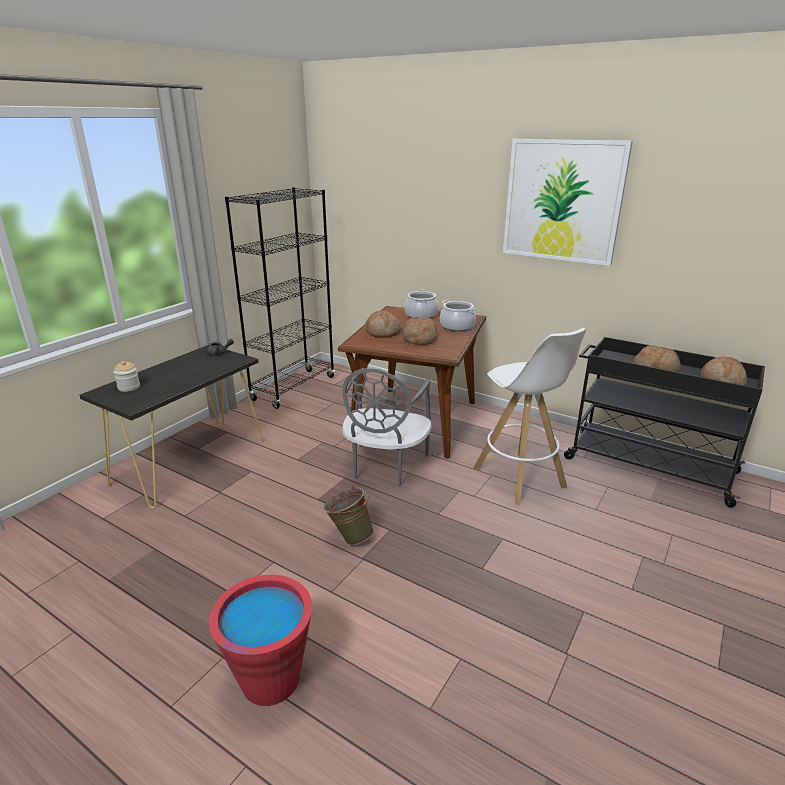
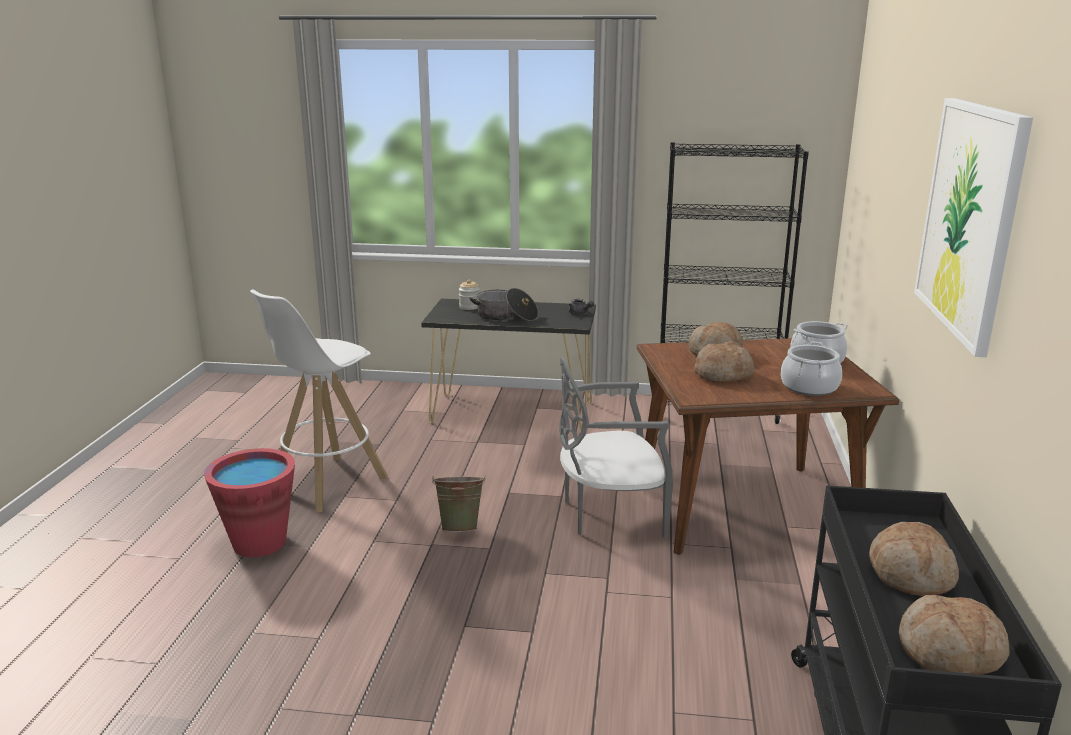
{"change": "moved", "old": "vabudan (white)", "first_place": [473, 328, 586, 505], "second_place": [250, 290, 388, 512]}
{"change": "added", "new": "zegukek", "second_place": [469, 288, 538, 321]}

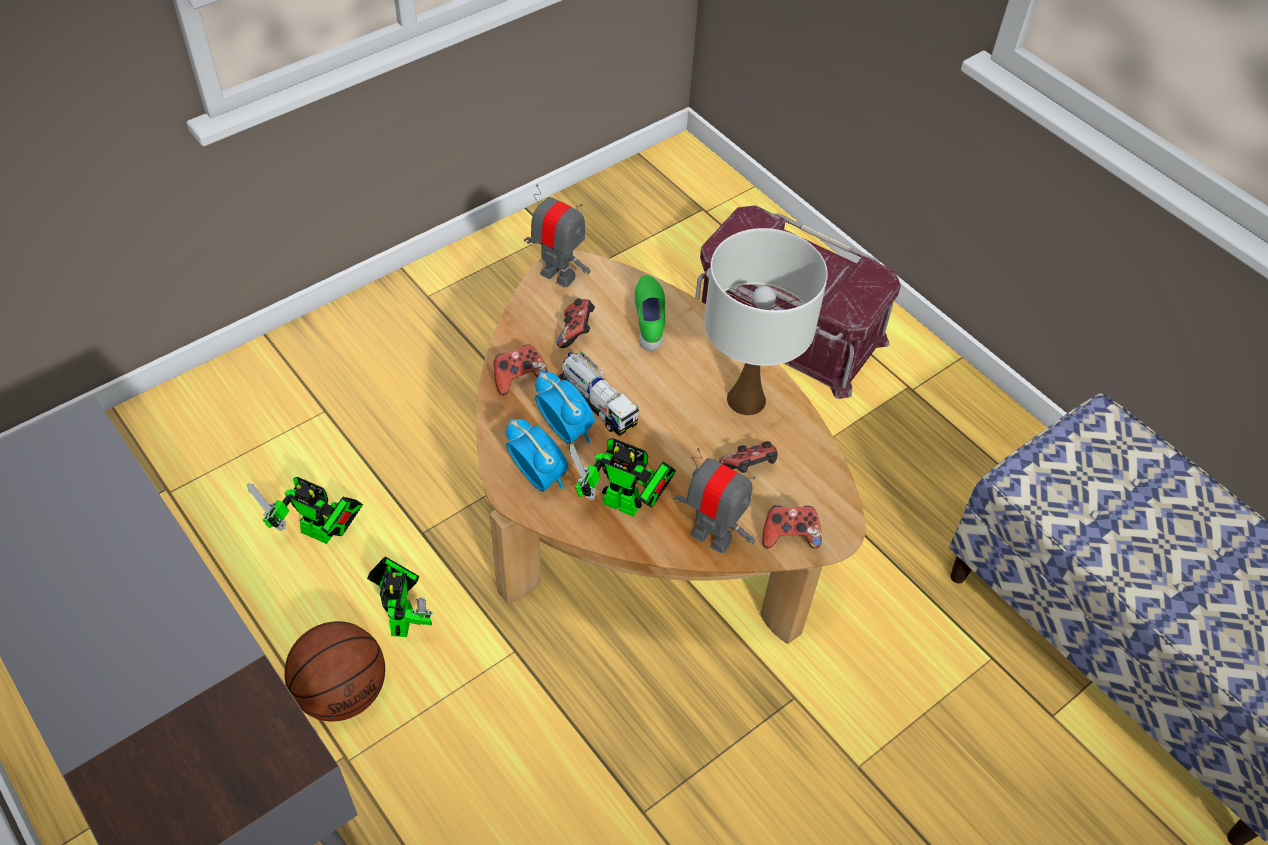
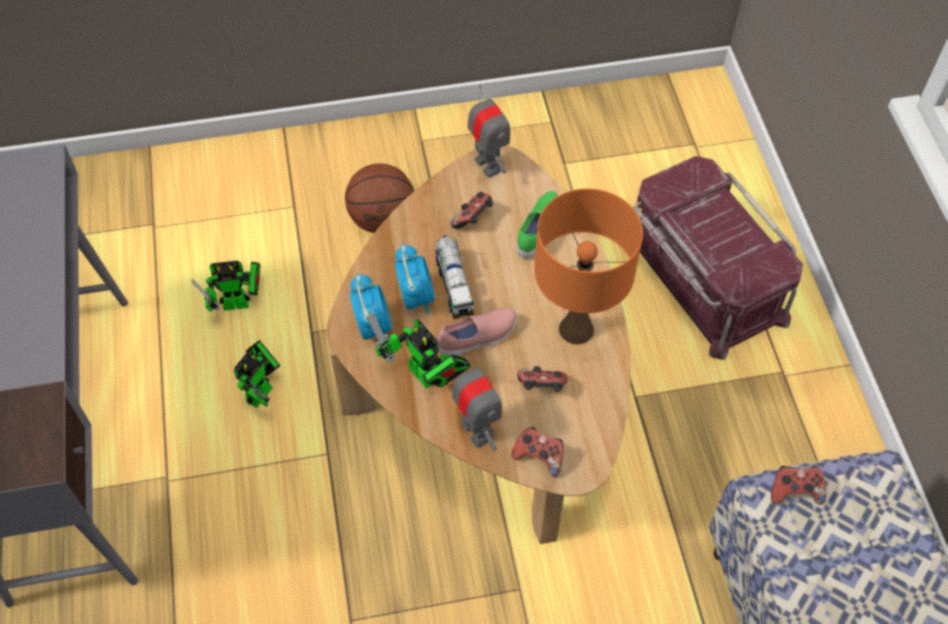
{"change": "turned", "old": "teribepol", "first_place": [247, 477, 363, 544], "second_place": [191, 261, 260, 312], "degrees": -60}
{"change": "moved", "old": "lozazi", "first_place": [285, 621, 385, 722], "second_place": [345, 164, 414, 233]}
{"change": "moved", "old": "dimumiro", "first_place": [494, 344, 548, 395], "second_place": [771, 465, 826, 505]}
{"change": "recoloured", "old": "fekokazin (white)", "new": "fekokazin (orange)", "first_place": [704, 228, 828, 415], "second_place": [534, 188, 643, 344]}
{"change": "added", "new": "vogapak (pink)", "second_place": [437, 308, 517, 357]}

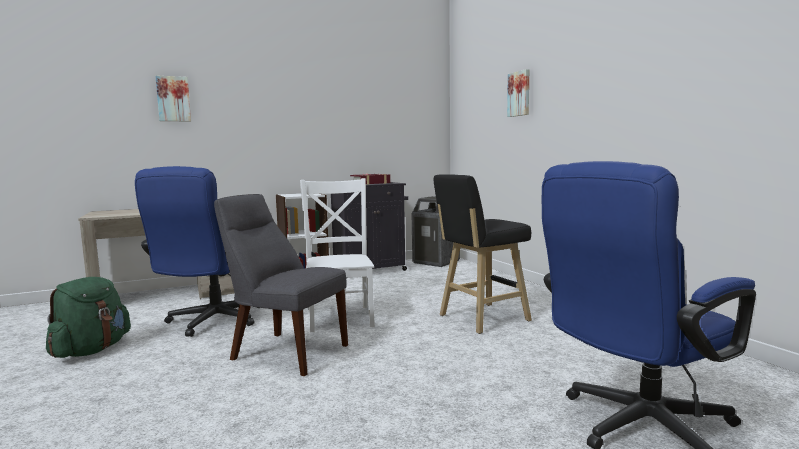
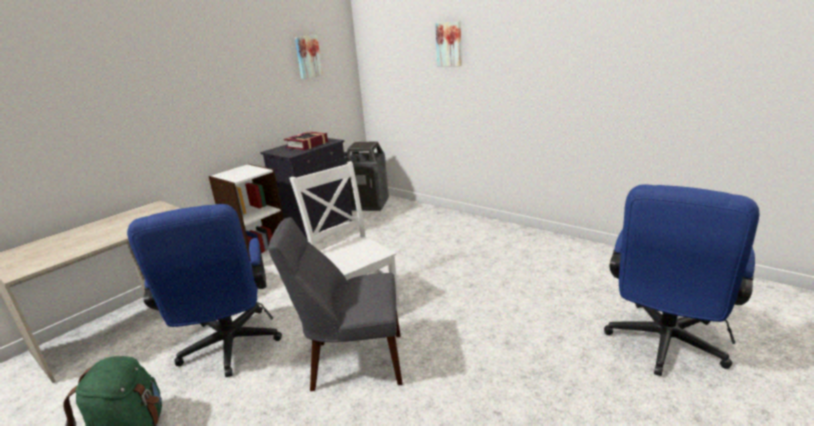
{"change": "moved", "old": "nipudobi", "first_place": [156, 75, 191, 122], "second_place": [295, 35, 323, 79]}
{"change": "removed", "old": "vabudan (black)", "first_place": [434, 174, 532, 334]}

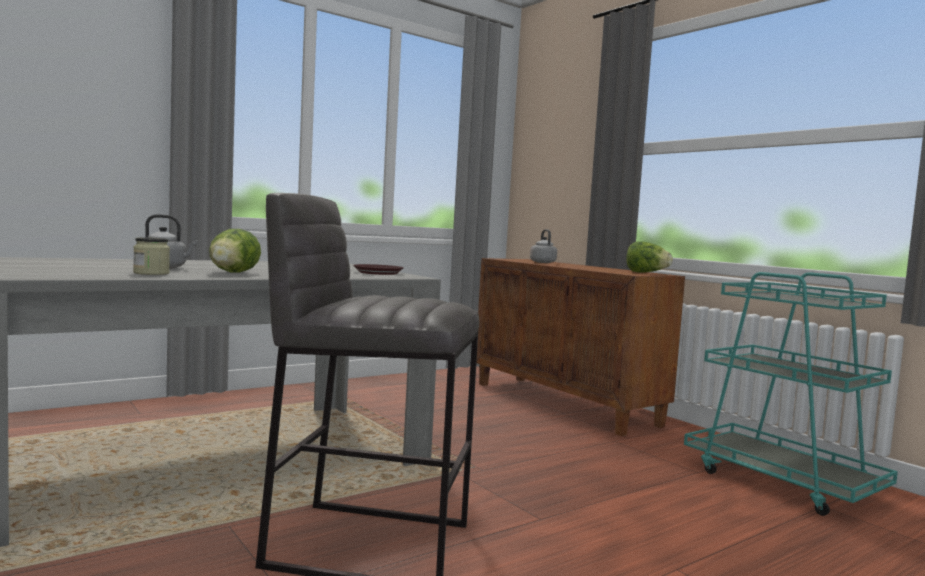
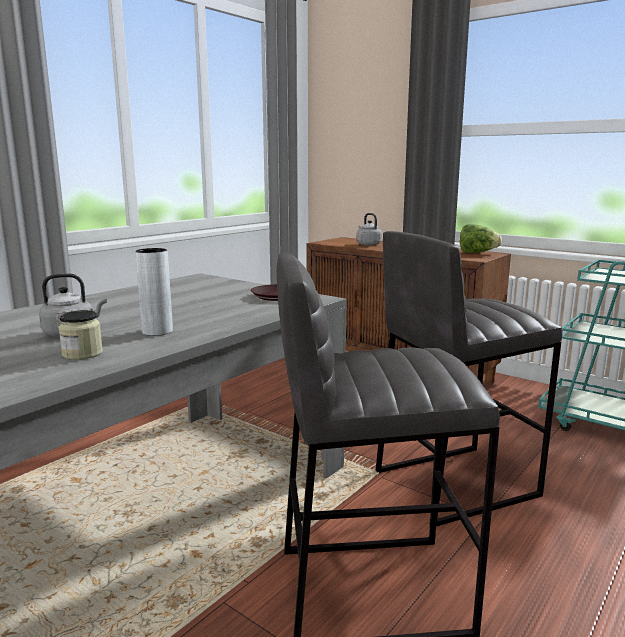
{"change": "replaced", "old": "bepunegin", "new": "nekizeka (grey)", "first_place": [209, 229, 261, 273], "second_place": [135, 248, 173, 336]}
{"change": "added", "new": "vabudan (grey)", "second_place": [375, 231, 562, 526]}

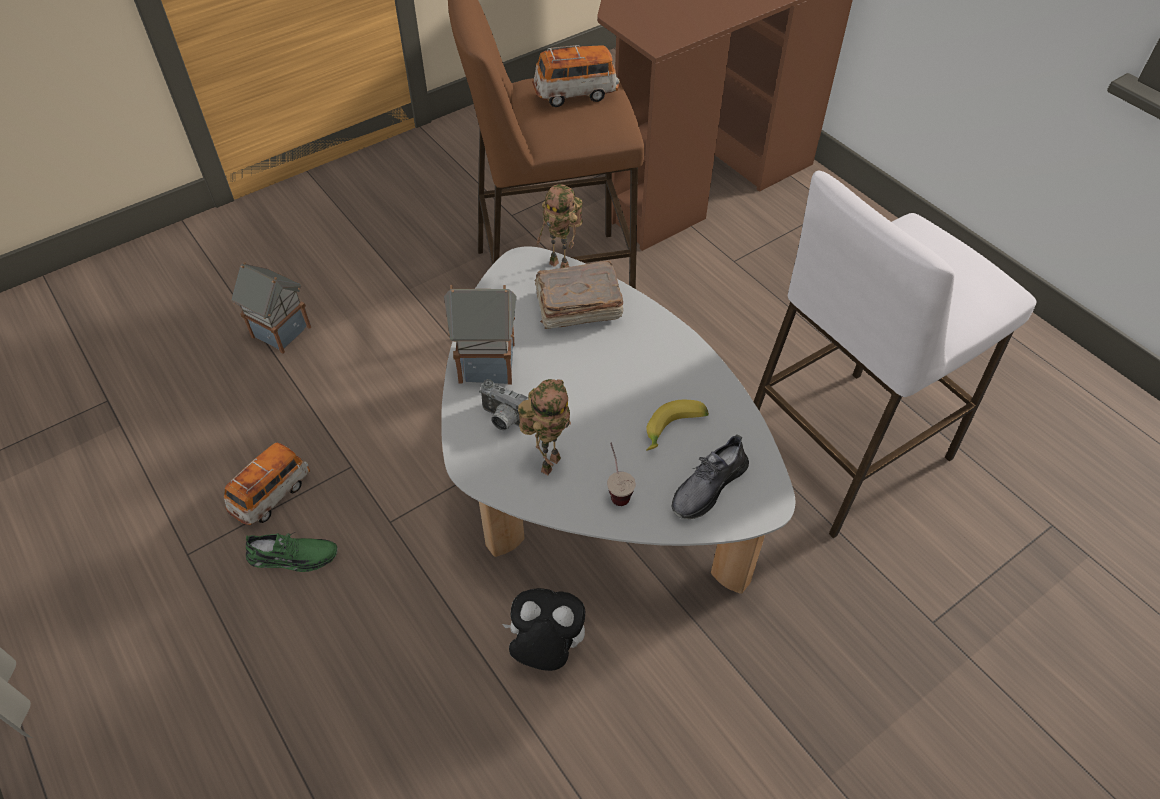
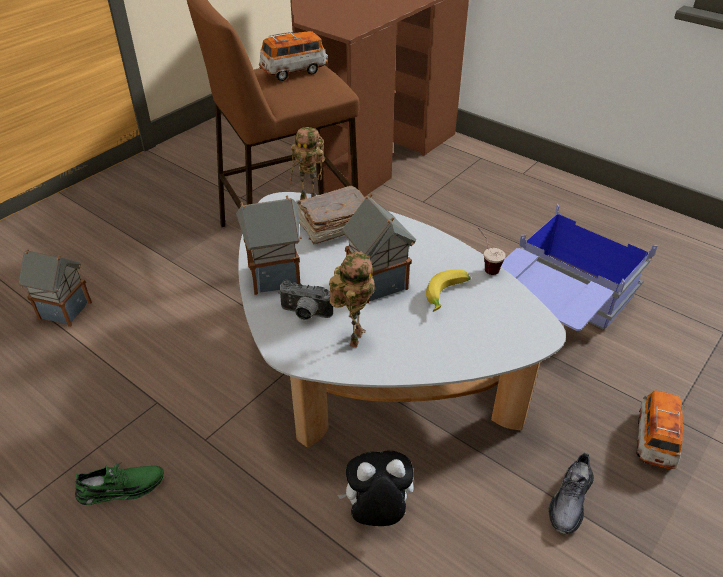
{"change": "moved", "old": "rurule", "first_place": [224, 443, 310, 525], "second_place": [637, 390, 685, 469]}
{"change": "moved", "old": "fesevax", "first_place": [607, 442, 636, 506], "second_place": [478, 228, 506, 275]}
{"change": "moved", "old": "vogapak (grey)", "first_place": [672, 434, 749, 519], "second_place": [549, 453, 594, 534]}
{"change": "replaced", "old": "vabudan (white)", "new": "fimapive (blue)", "first_place": [754, 170, 1037, 538], "second_place": [501, 204, 658, 331]}
{"change": "added", "new": "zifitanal", "second_place": [342, 194, 416, 303]}

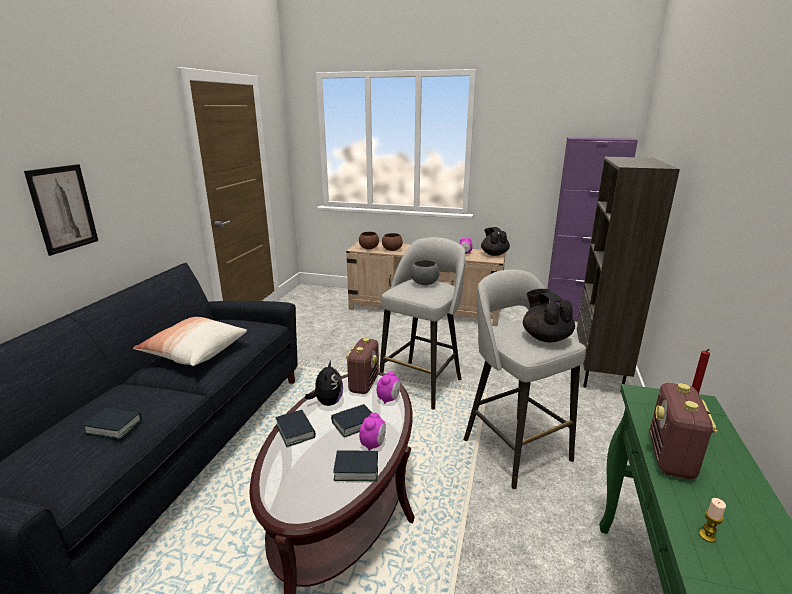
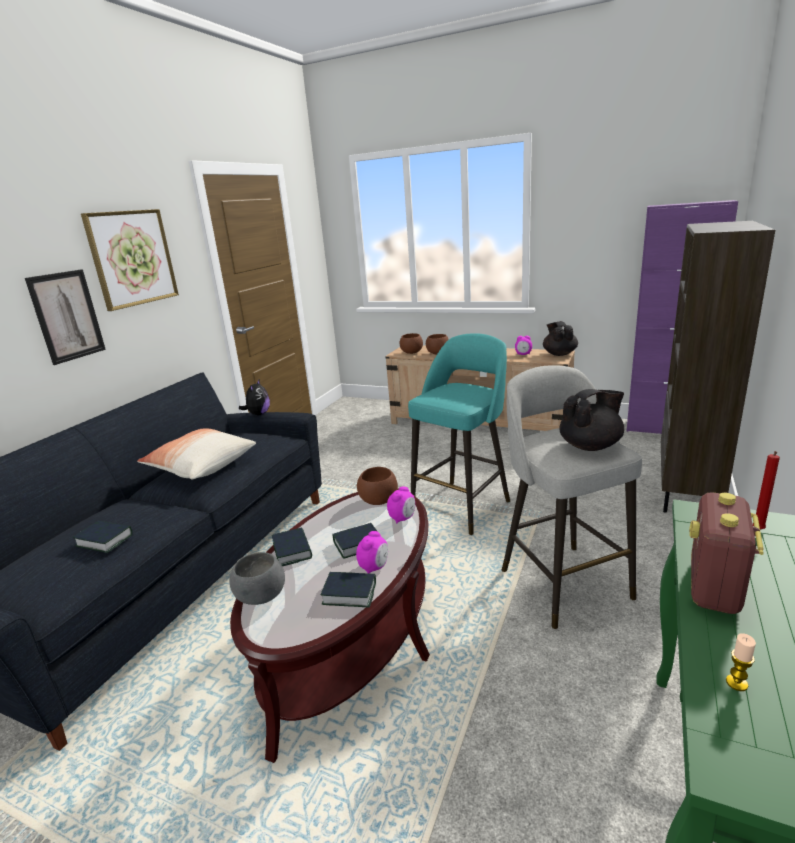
{"change": "moved", "old": "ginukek", "first_place": [305, 360, 343, 406], "second_place": [239, 380, 270, 415]}
{"change": "replaced", "old": "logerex", "new": "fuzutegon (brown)", "first_place": [346, 338, 379, 394], "second_place": [357, 467, 398, 505]}
{"change": "recoloured", "old": "vabudan (grey)", "new": "vabudan (turquoise)", "first_place": [379, 237, 465, 410], "second_place": [408, 333, 510, 535]}
{"change": "moved", "old": "fuzutegon (grey)", "first_place": [410, 260, 440, 285], "second_place": [230, 552, 285, 605]}
{"change": "turned", "old": "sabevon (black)", "first_place": [523, 289, 575, 343], "second_place": [559, 389, 624, 451], "degrees": 75}
{"change": "added", "new": "nipudobi", "second_place": [81, 209, 179, 311]}

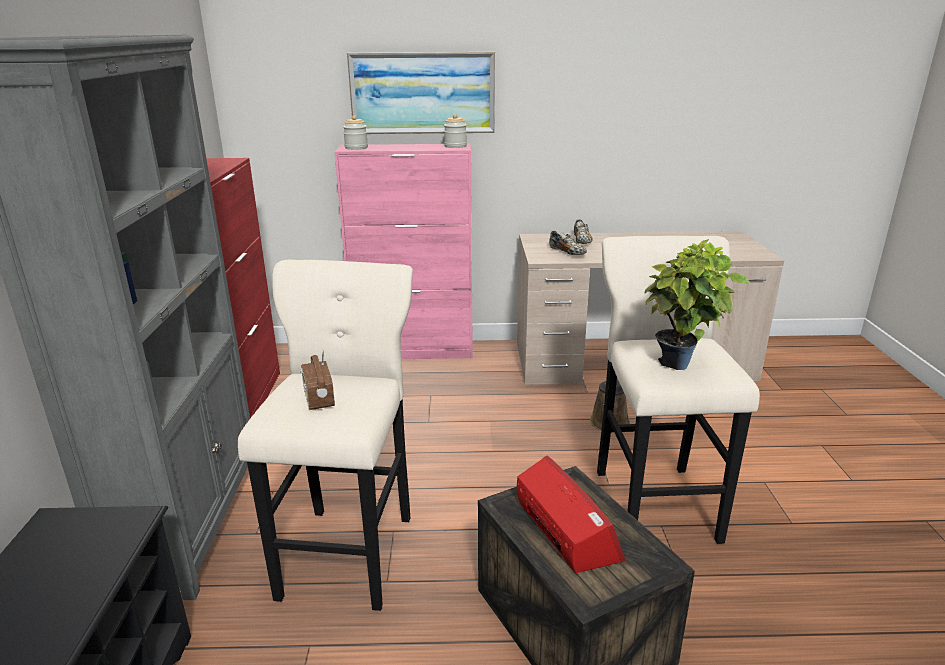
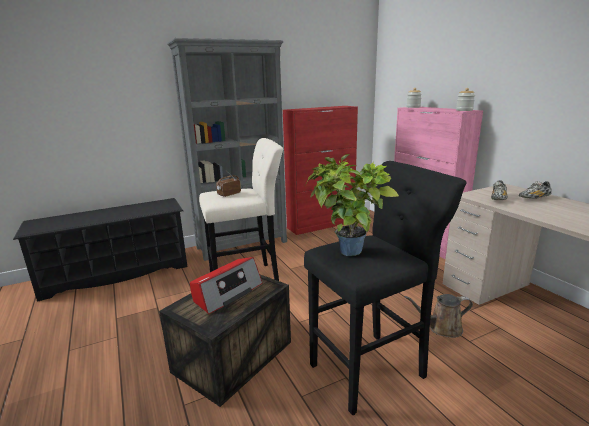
{"change": "removed", "old": "nipudobi", "first_place": [347, 52, 495, 134]}
{"change": "recoloured", "old": "vabudan (beige)", "new": "vabudan (black)", "first_place": [597, 236, 760, 544], "second_place": [304, 161, 467, 415]}

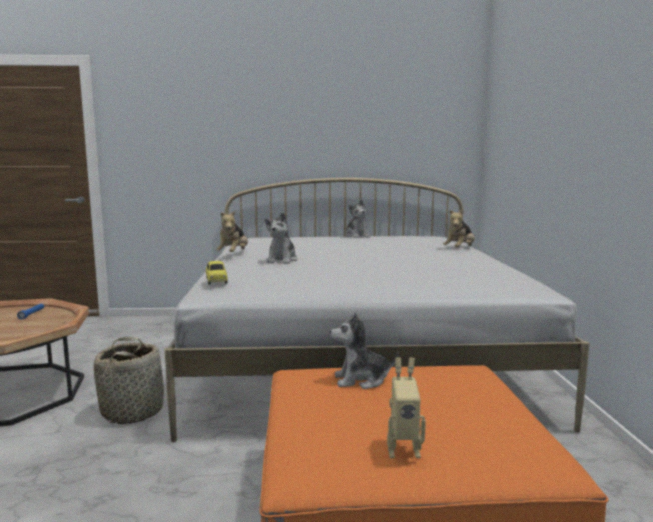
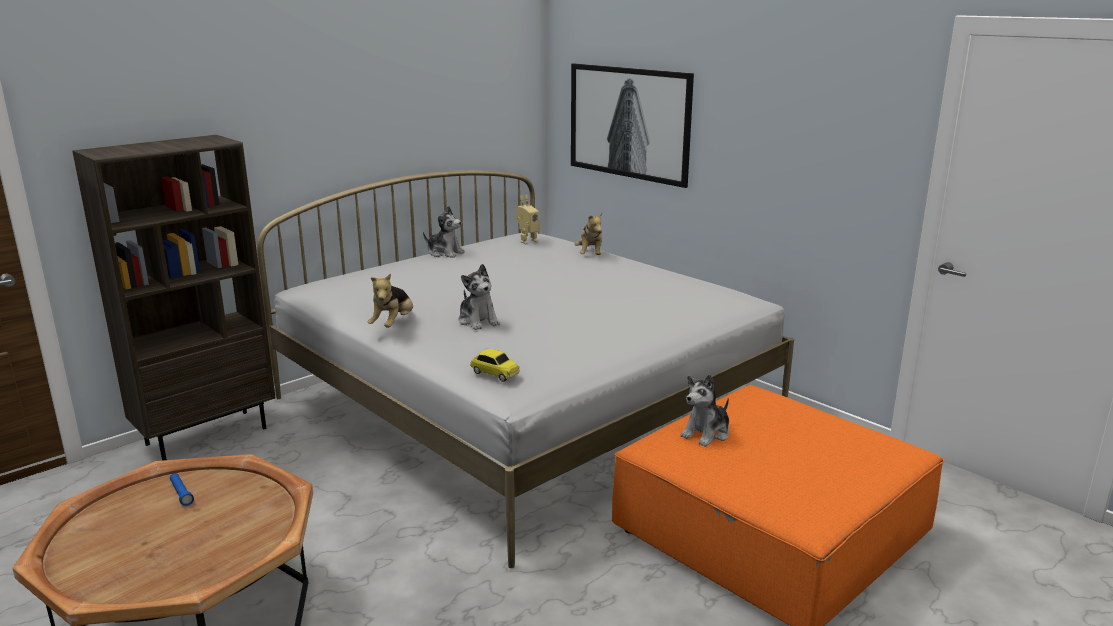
{"change": "removed", "old": "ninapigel", "first_place": [94, 337, 164, 424]}
{"change": "turned", "old": "ginukek", "first_place": [216, 211, 248, 252], "second_place": [367, 273, 413, 328], "degrees": 45}
{"change": "moved", "old": "teribepol", "first_place": [387, 357, 426, 458], "second_place": [516, 194, 540, 244]}
{"change": "added", "new": "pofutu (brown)", "second_place": [72, 135, 276, 461]}
{"change": "added", "new": "nipudobi", "second_place": [571, 63, 694, 188]}

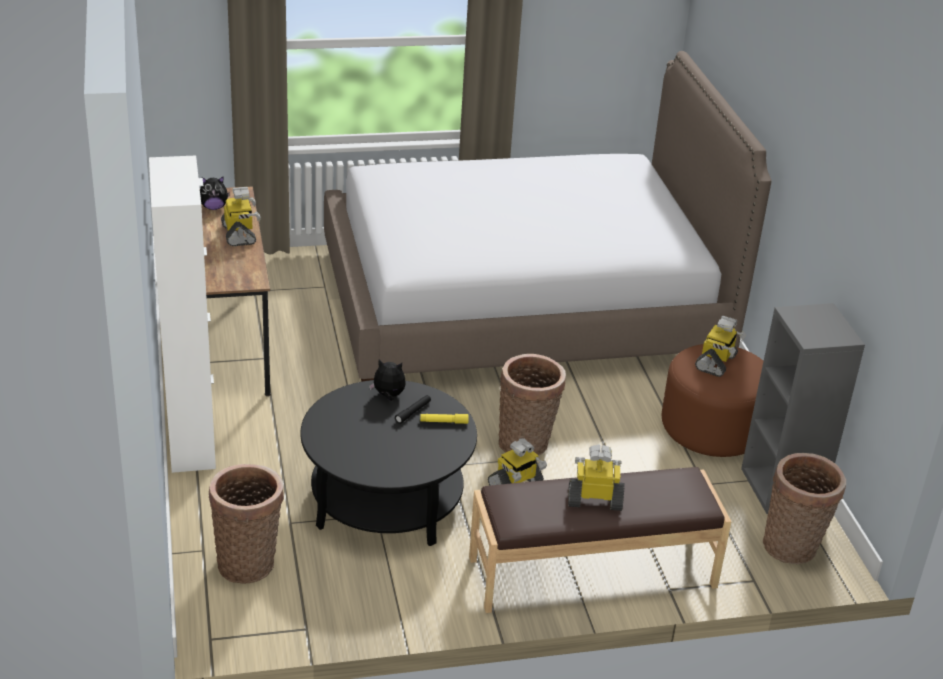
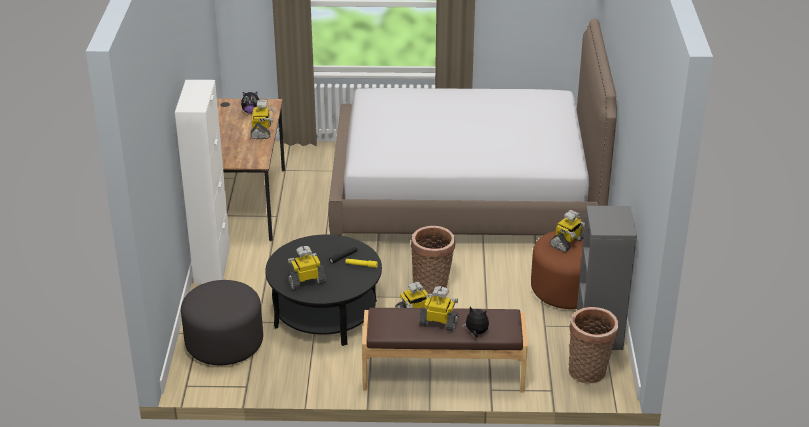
{"change": "replaced", "old": "ninapigel", "new": "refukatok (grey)", "first_place": [209, 464, 284, 584], "second_place": [181, 280, 263, 365]}
{"change": "moved", "old": "ginukek", "first_place": [369, 359, 406, 401], "second_place": [462, 307, 489, 337]}
{"change": "added", "new": "teribepol", "second_place": [287, 246, 326, 290]}

